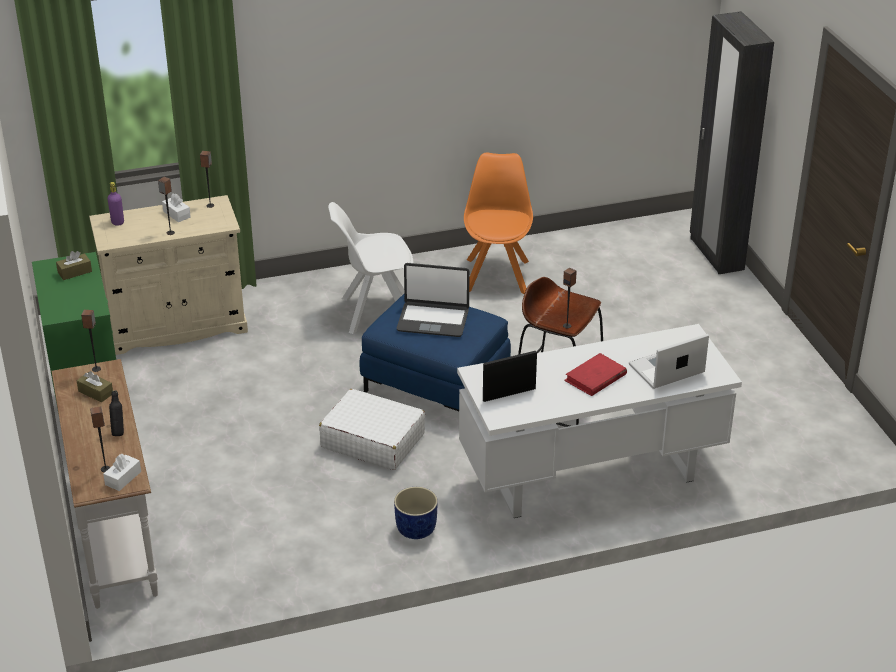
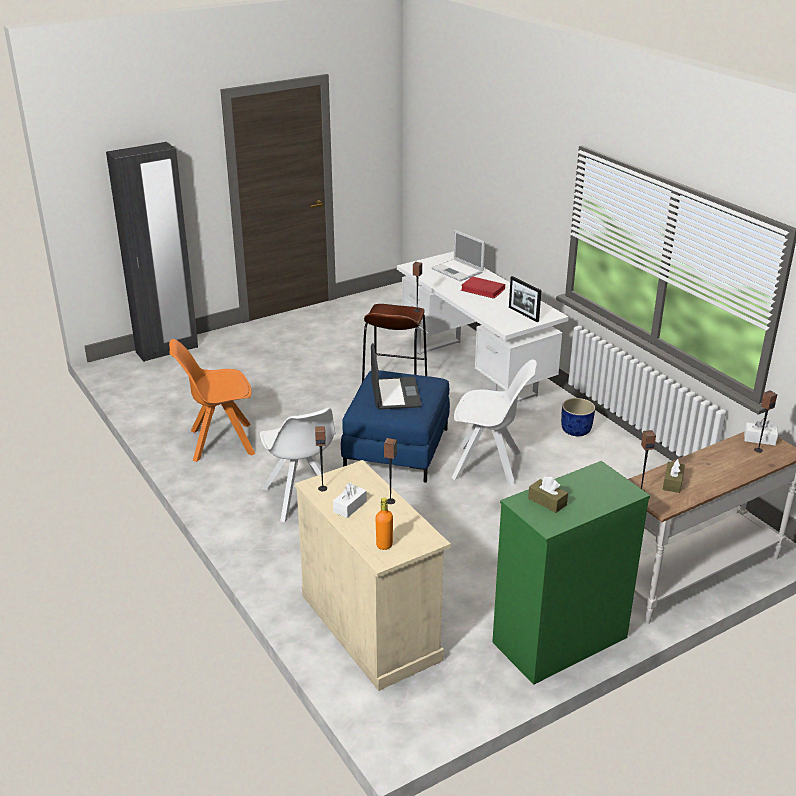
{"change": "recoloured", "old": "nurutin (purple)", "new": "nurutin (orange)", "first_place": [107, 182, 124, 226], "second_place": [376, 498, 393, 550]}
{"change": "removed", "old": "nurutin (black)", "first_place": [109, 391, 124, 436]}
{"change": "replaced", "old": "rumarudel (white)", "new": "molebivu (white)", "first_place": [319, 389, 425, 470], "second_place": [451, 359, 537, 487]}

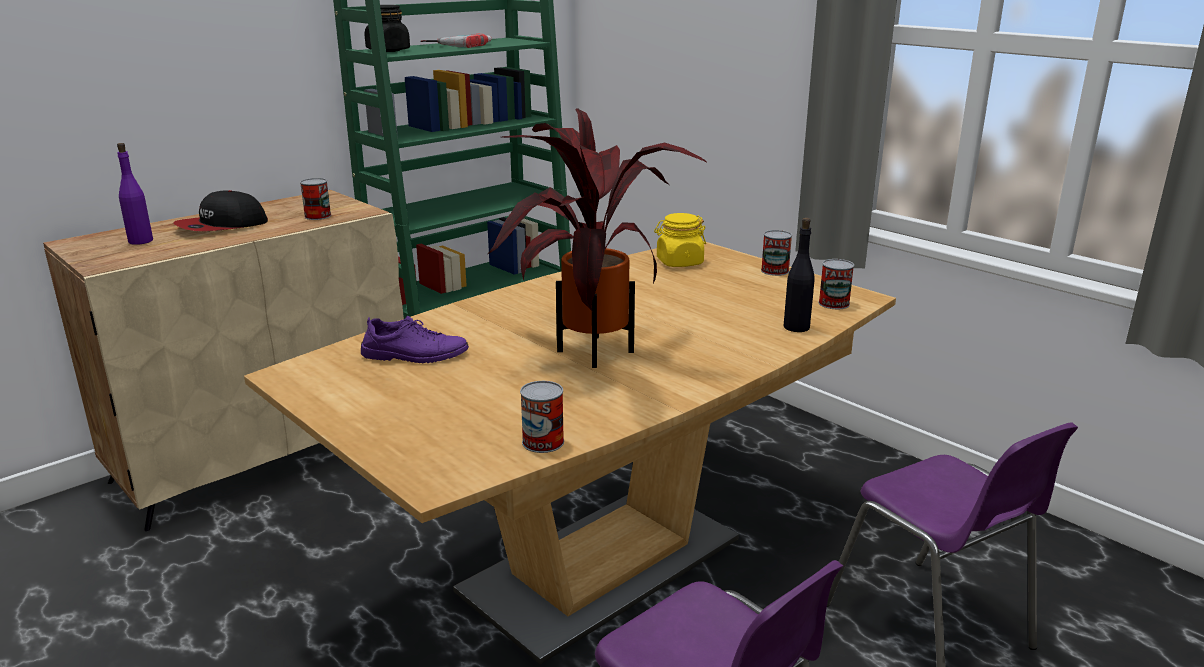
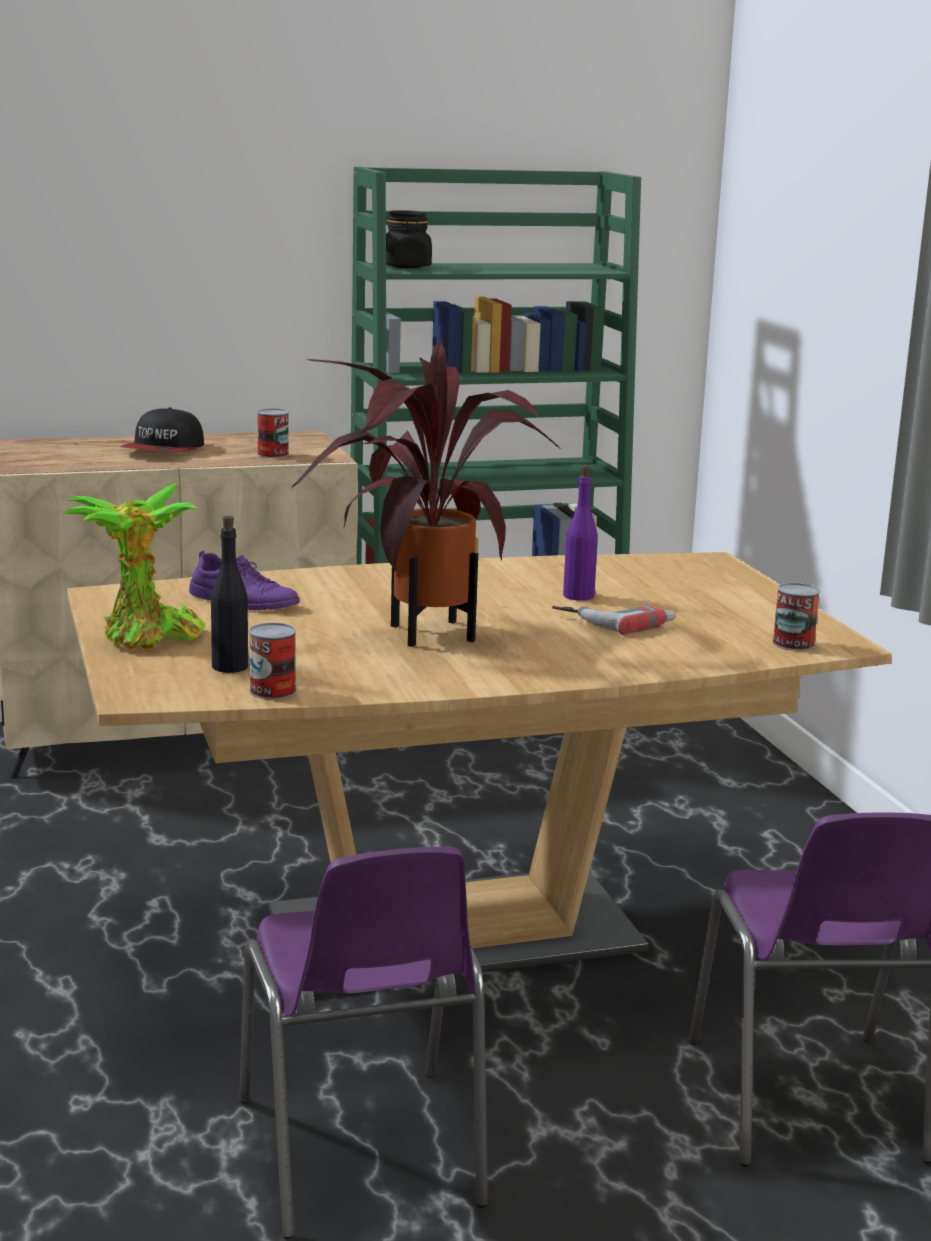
{"change": "moved", "old": "nurutin (purple)", "first_place": [117, 143, 153, 245], "second_place": [563, 465, 598, 601]}
{"change": "turned", "old": "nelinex", "first_place": [173, 190, 268, 231], "second_place": [120, 407, 204, 452], "degrees": -60}
{"change": "moved", "old": "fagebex", "first_place": [420, 34, 492, 48], "second_place": [552, 605, 676, 635]}
{"change": "removed", "old": "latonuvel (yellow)", "first_place": [654, 213, 706, 267]}
{"change": "removed", "old": "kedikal", "first_place": [761, 230, 792, 276]}
{"change": "moved", "old": "nurutin (black)", "first_place": [784, 218, 815, 332], "second_place": [211, 515, 248, 673]}
{"change": "added", "new": "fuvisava", "second_place": [62, 483, 205, 651]}

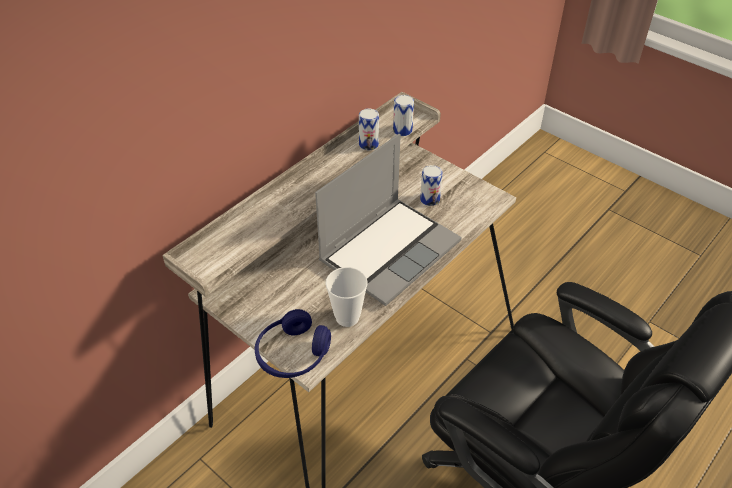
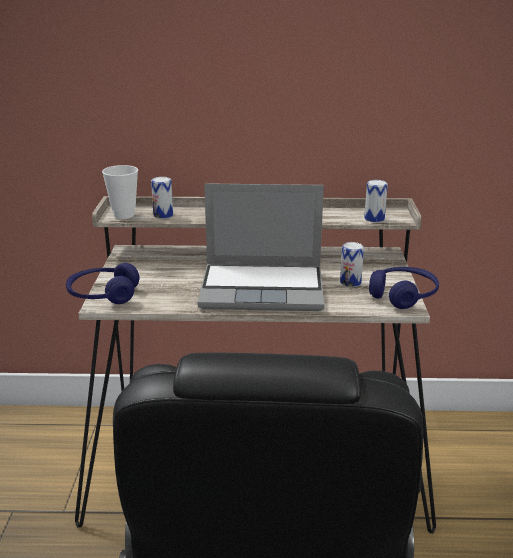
{"change": "moved", "old": "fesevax", "first_place": [326, 267, 368, 327], "second_place": [102, 165, 138, 219]}
{"change": "moved", "old": "kedikal", "first_place": [359, 108, 379, 150], "second_place": [151, 177, 173, 219]}
{"change": "added", "new": "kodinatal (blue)", "second_place": [369, 267, 439, 309]}

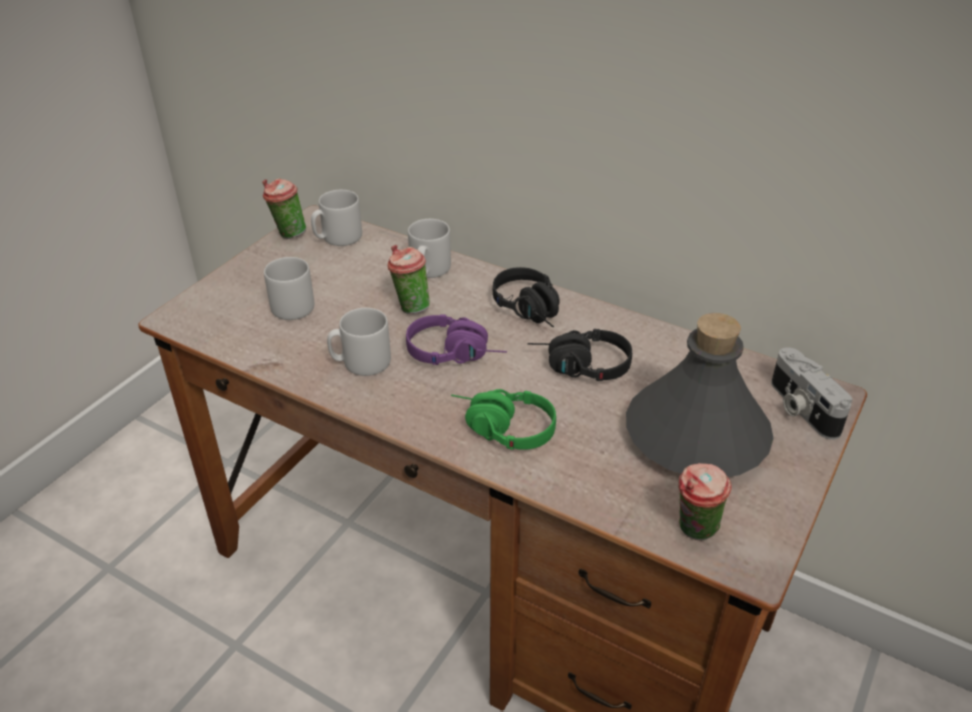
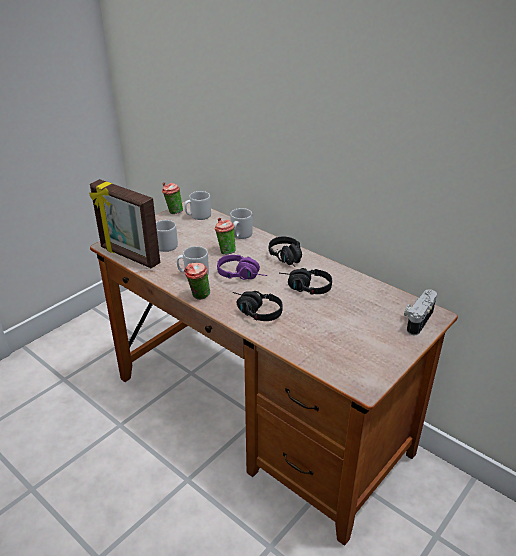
{"change": "recoloured", "old": "kodinatal (green)", "new": "kodinatal (black)", "first_place": [451, 389, 556, 450], "second_place": [232, 291, 283, 321]}
{"change": "removed", "old": "nurutin (grey)", "first_place": [626, 313, 773, 477]}
{"change": "moved", "old": "fesevax", "first_place": [678, 463, 732, 540], "second_place": [184, 263, 210, 300]}
{"change": "turned", "old": "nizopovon", "first_place": [771, 347, 853, 440], "second_place": [404, 289, 437, 335], "degrees": 45}
{"change": "added", "new": "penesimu", "second_place": [89, 179, 160, 269]}

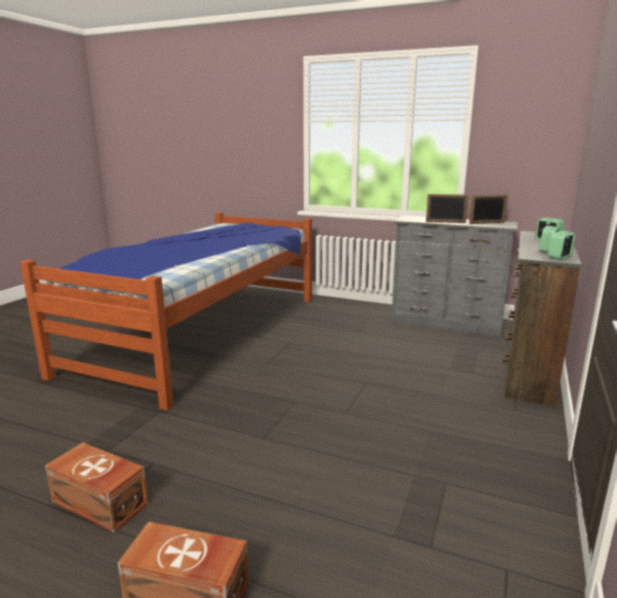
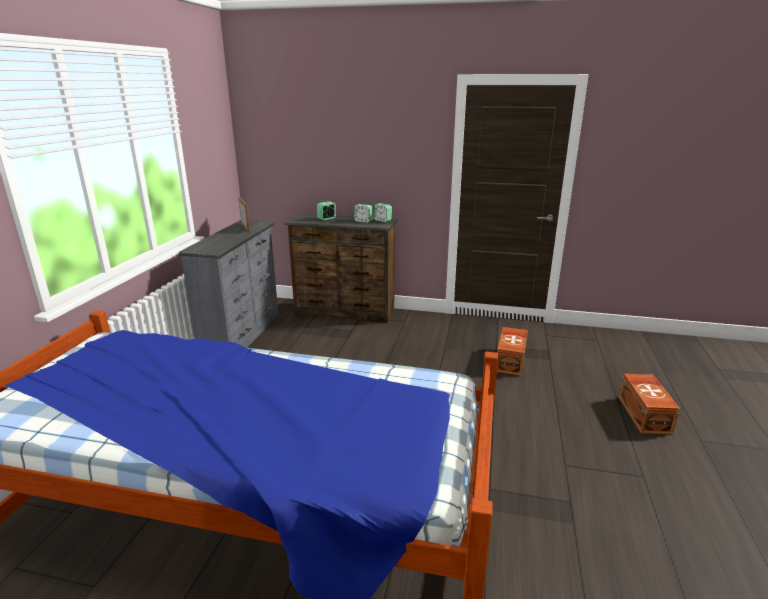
{"change": "moved", "old": "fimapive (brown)", "first_place": [45, 442, 149, 532], "second_place": [497, 327, 528, 376]}
{"change": "removed", "old": "penesimu", "first_place": [426, 194, 468, 223]}

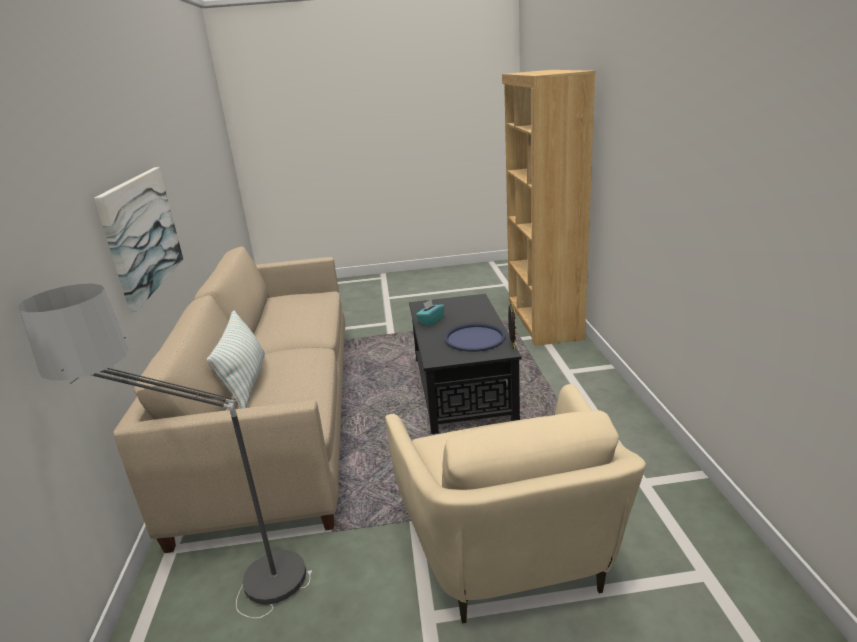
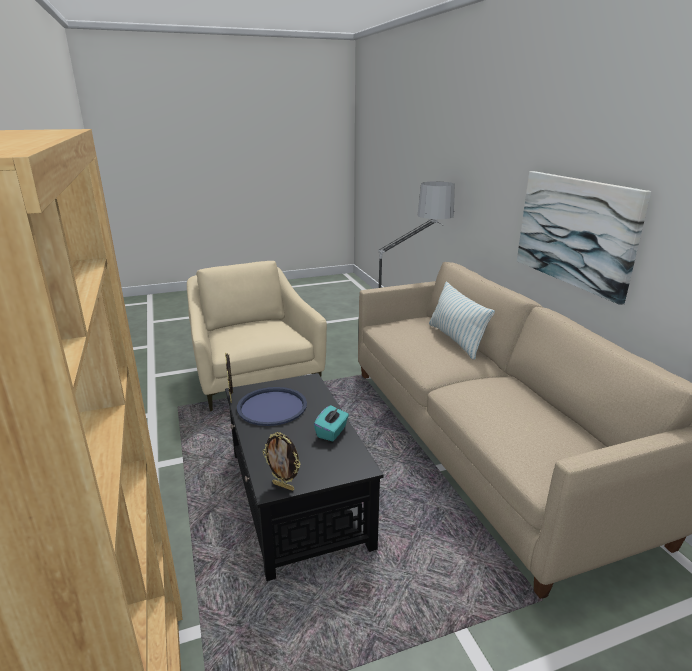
{"change": "added", "new": "penesimu", "second_place": [263, 432, 301, 491]}

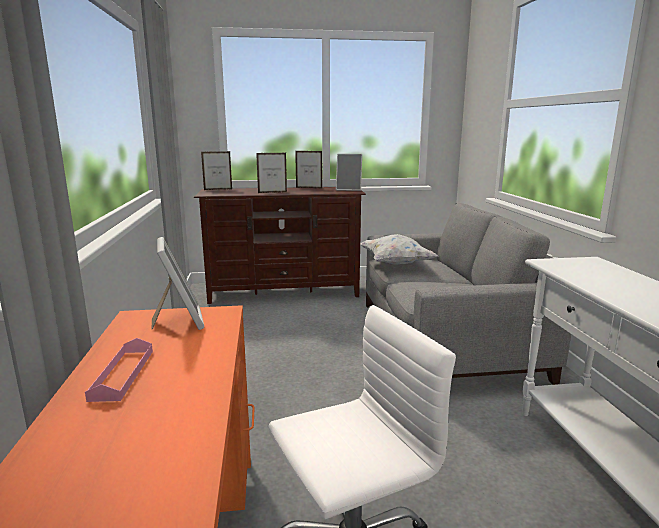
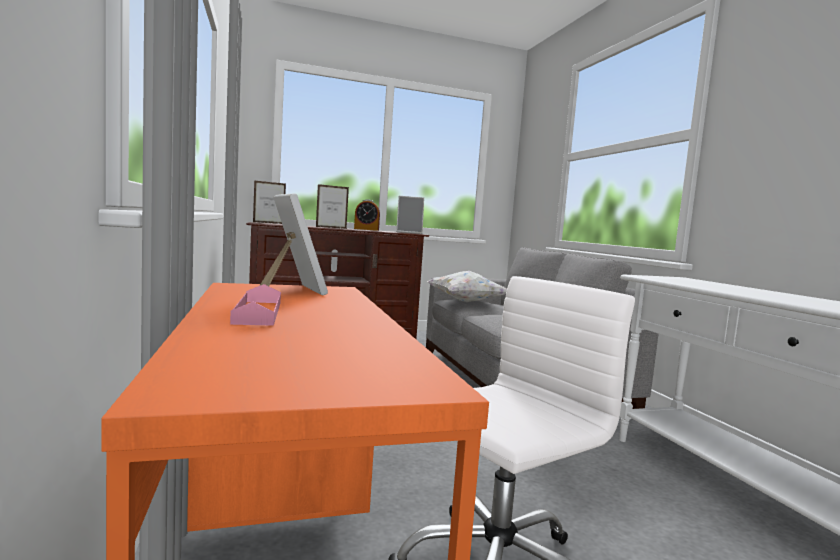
{"change": "replaced", "old": "penesimu", "new": "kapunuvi", "first_place": [295, 151, 322, 188], "second_place": [354, 199, 380, 231]}

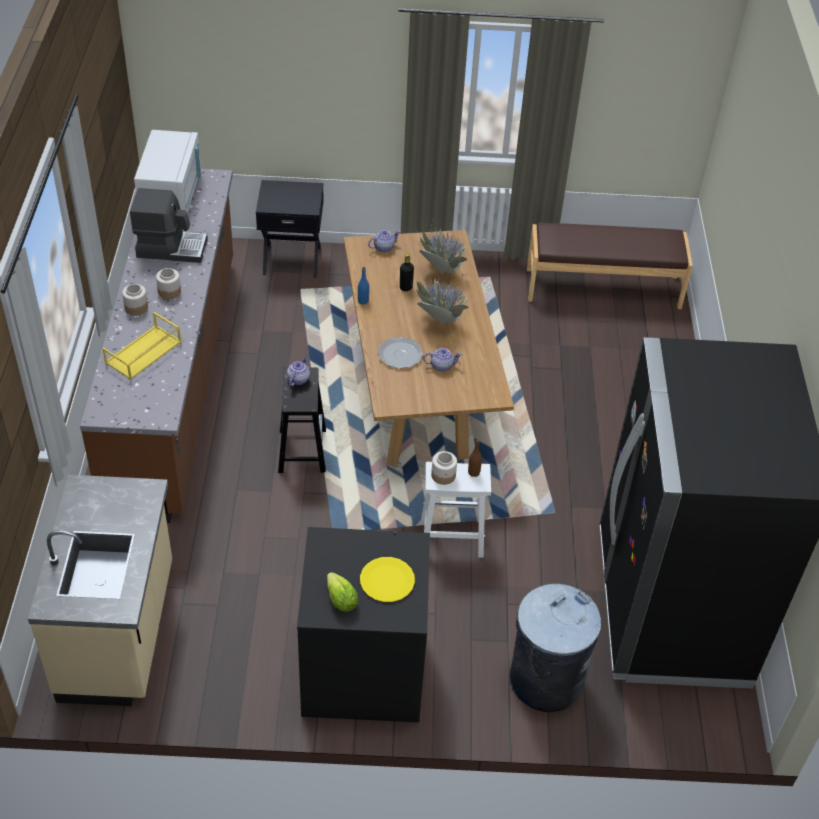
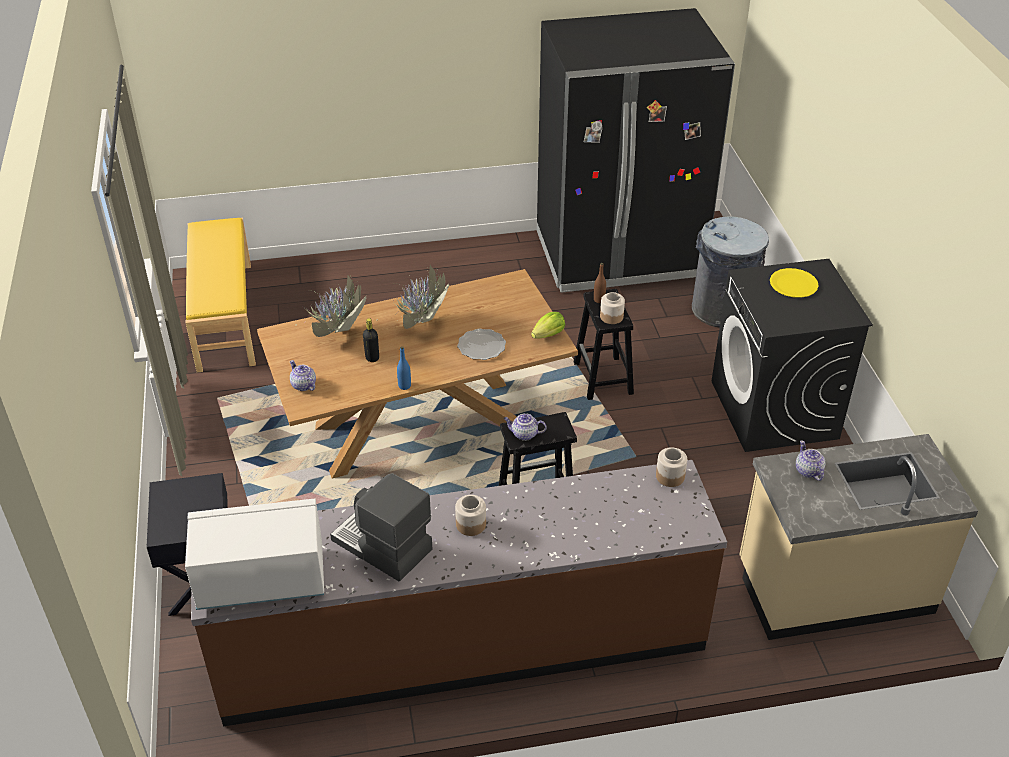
{"change": "removed", "old": "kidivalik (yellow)", "first_place": [102, 312, 182, 380]}
{"change": "moved", "old": "latonuvel", "first_place": [122, 284, 148, 315], "second_place": [656, 447, 687, 487]}
{"change": "turned", "old": "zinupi", "first_place": [130, 188, 208, 263], "second_place": [330, 473, 433, 581], "degrees": -45}
{"change": "moved", "old": "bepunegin", "first_place": [327, 572, 358, 612], "second_place": [531, 312, 565, 339]}
{"change": "recoloured", "old": "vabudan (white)", "new": "vabudan (black)", "first_place": [421, 462, 491, 558], "second_place": [574, 289, 634, 400]}
{"change": "moved", "old": "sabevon", "first_place": [423, 348, 462, 372], "second_place": [796, 441, 825, 481]}
{"change": "recoloured", "old": "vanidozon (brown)", "new": "vanidozon (yellow)", "first_place": [527, 223, 693, 309], "second_place": [186, 218, 256, 373]}

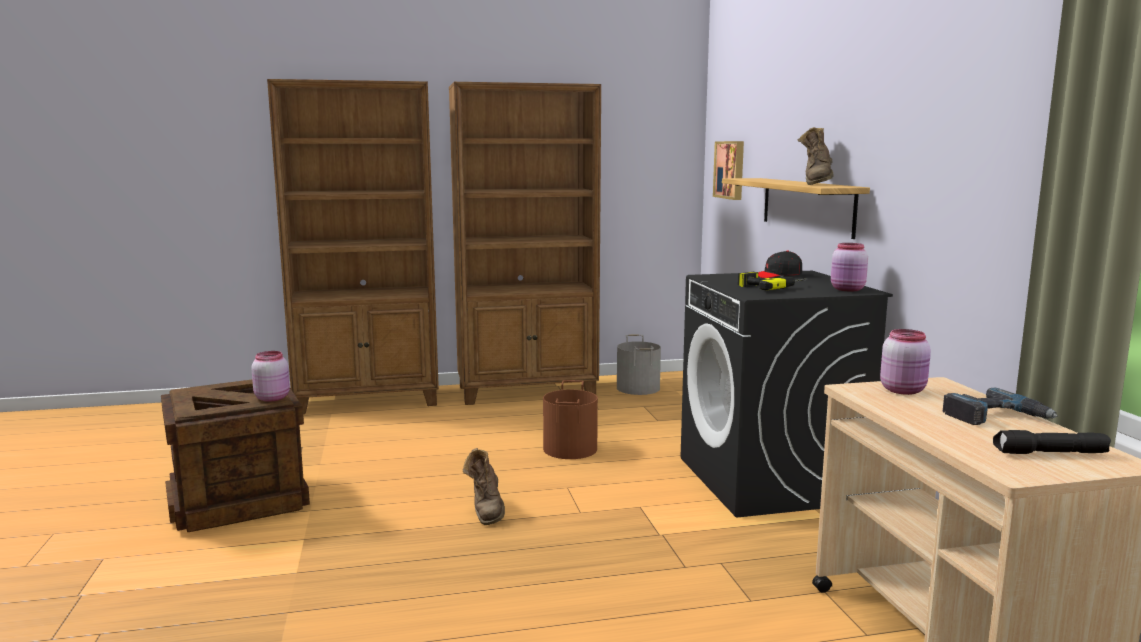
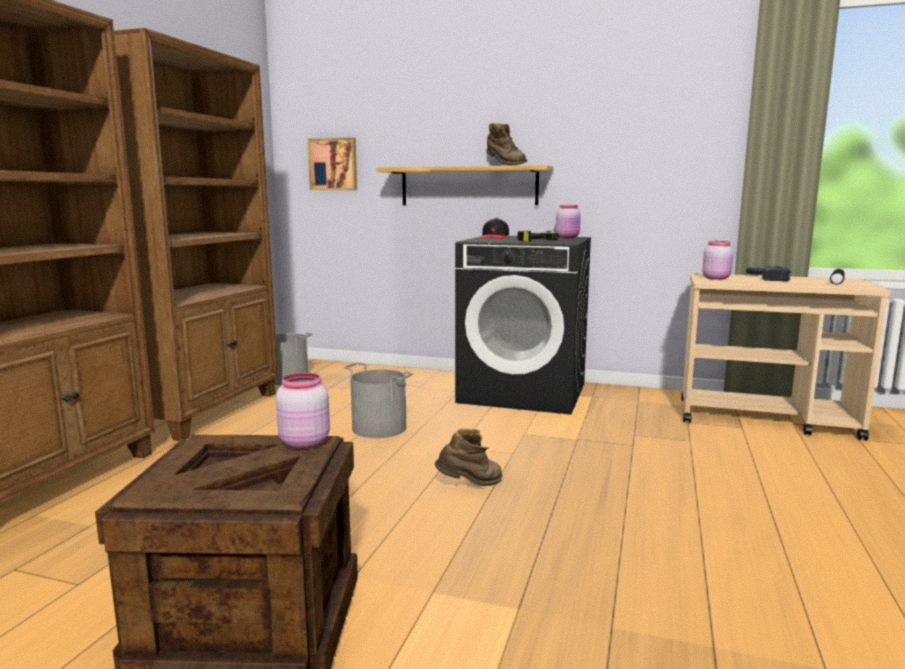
{"change": "turned", "old": "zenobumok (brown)", "first_place": [463, 448, 505, 525], "second_place": [435, 429, 503, 486], "degrees": -45}
{"change": "recoloured", "old": "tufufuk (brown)", "new": "tufufuk (grey)", "first_place": [543, 380, 598, 459], "second_place": [343, 362, 414, 438]}

